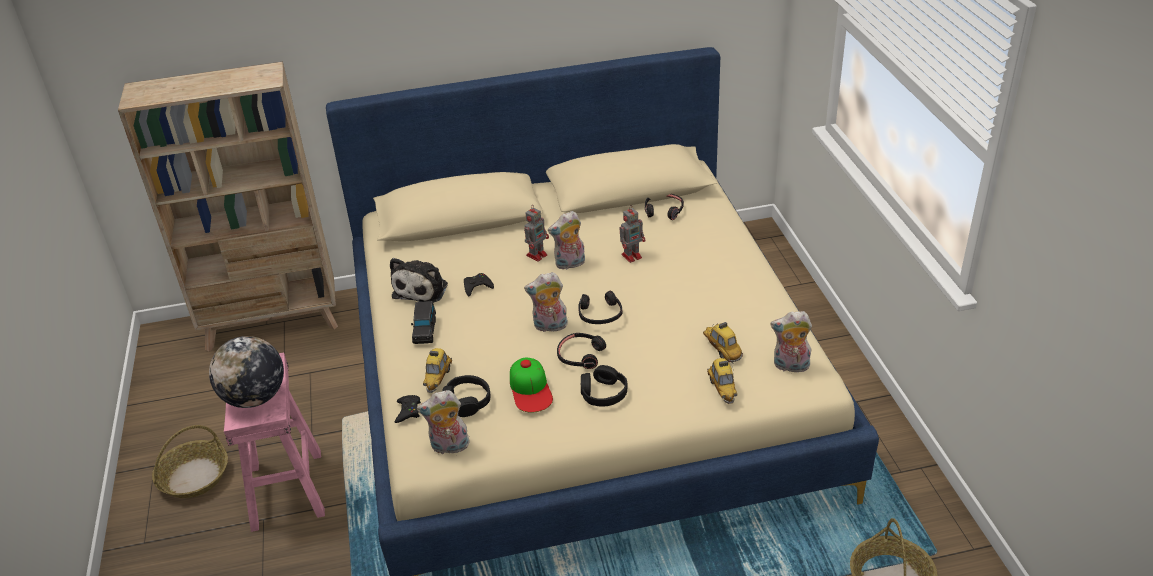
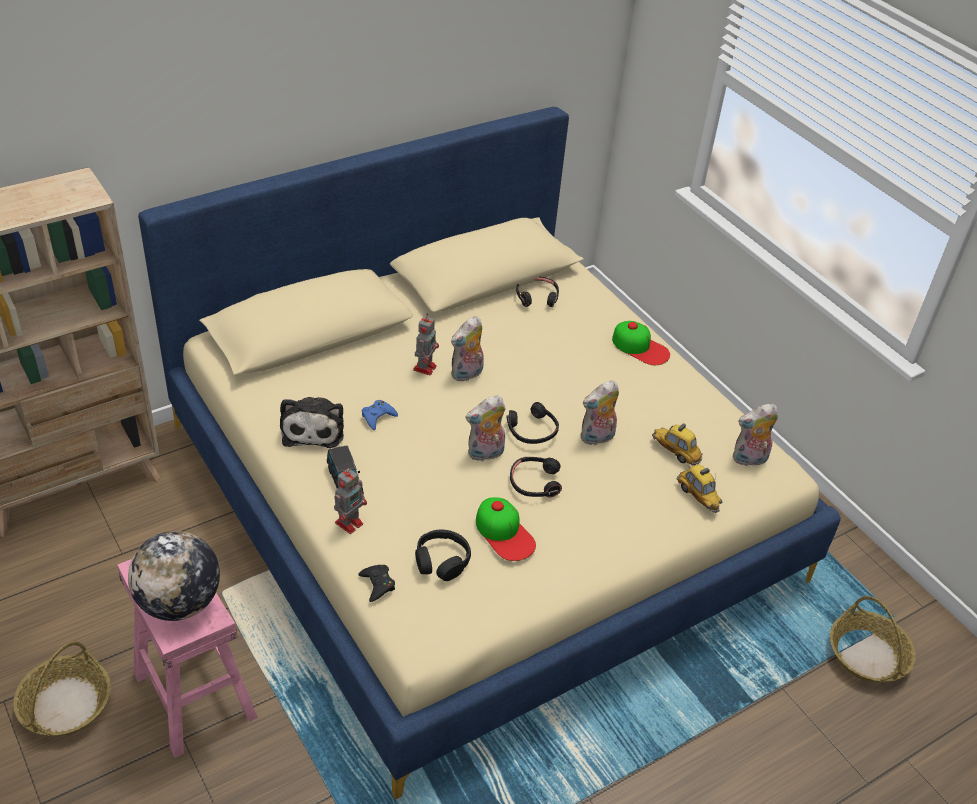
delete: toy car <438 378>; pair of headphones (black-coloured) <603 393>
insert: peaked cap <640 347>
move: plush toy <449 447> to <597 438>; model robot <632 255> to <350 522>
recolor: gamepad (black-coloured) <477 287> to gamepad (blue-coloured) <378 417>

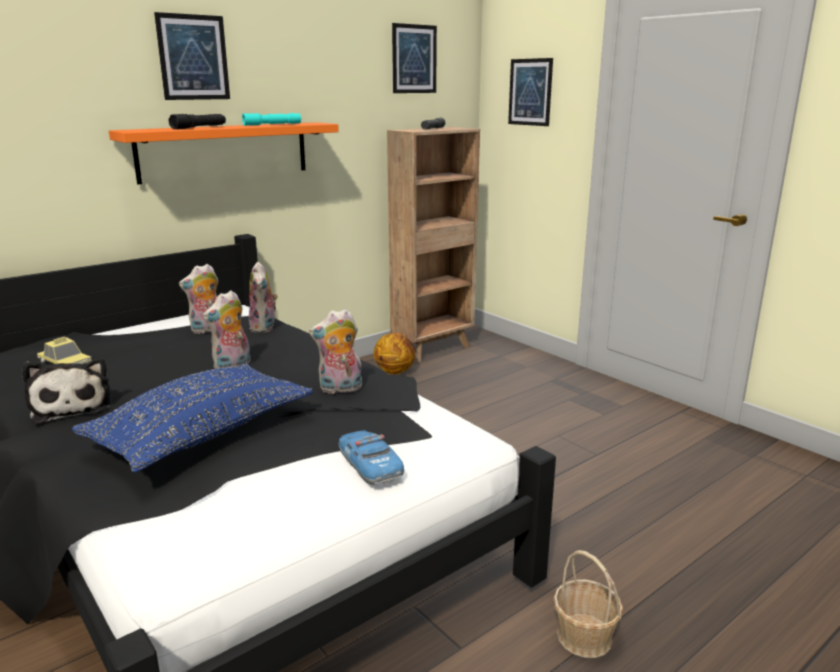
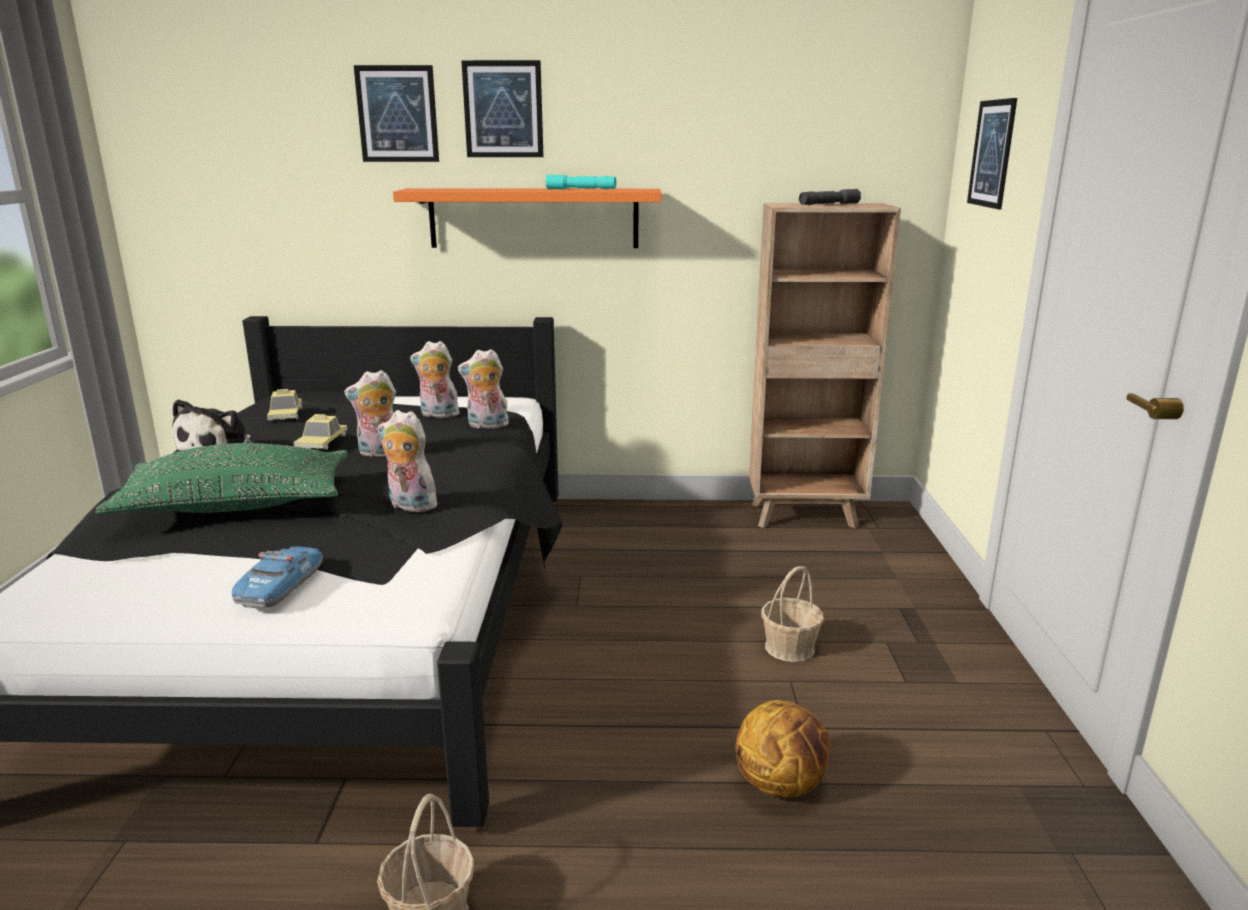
delete: torch (black-coloured) <199 127>
insert: toy car <321 442>; basket <790 648>
move: ball for basketball <395 371> to <781 784>; wall picture <414 59> to <397 114>
recolor: throw pillow (blue-coloured) <202 433> to throw pillow (green-coloured) <237 506>
rotate: plush toy <264 328> = <486 426> 60 degrees clockwise

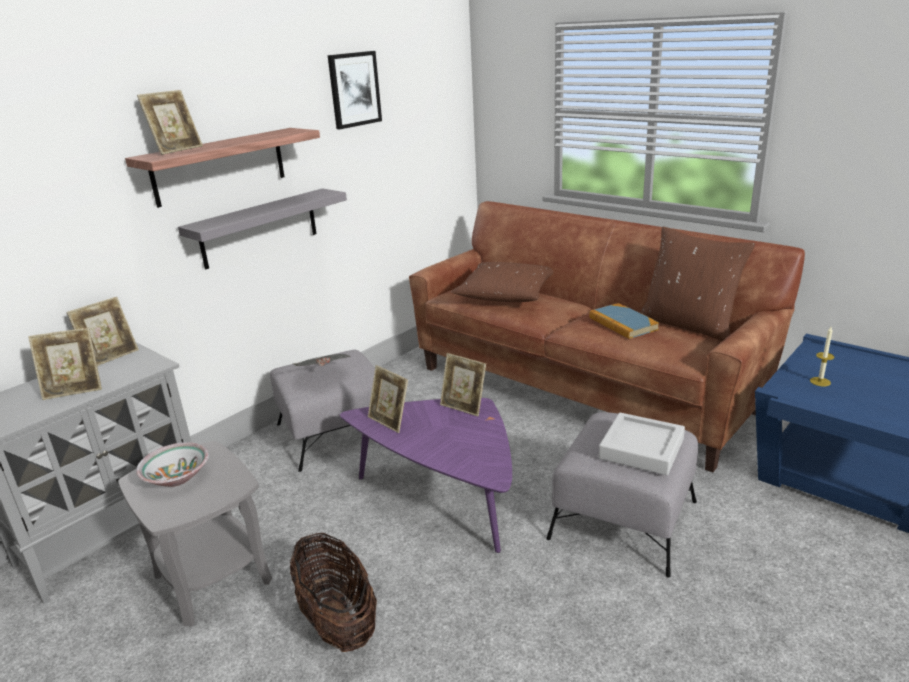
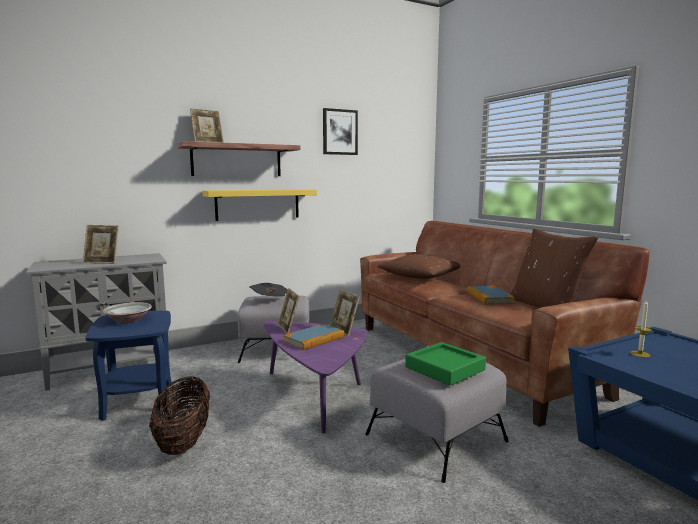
delete: photo frame <111 357>
insert: bound book <314 339>
recolor: side table (gray) <212 578> to side table (blue-coloured) <137 401>; wall shelf (gray) <259 228> to wall shelf (yellow-coloured) <258 204>; tray (gray) <641 449> to tray (green-coloured) <445 368>

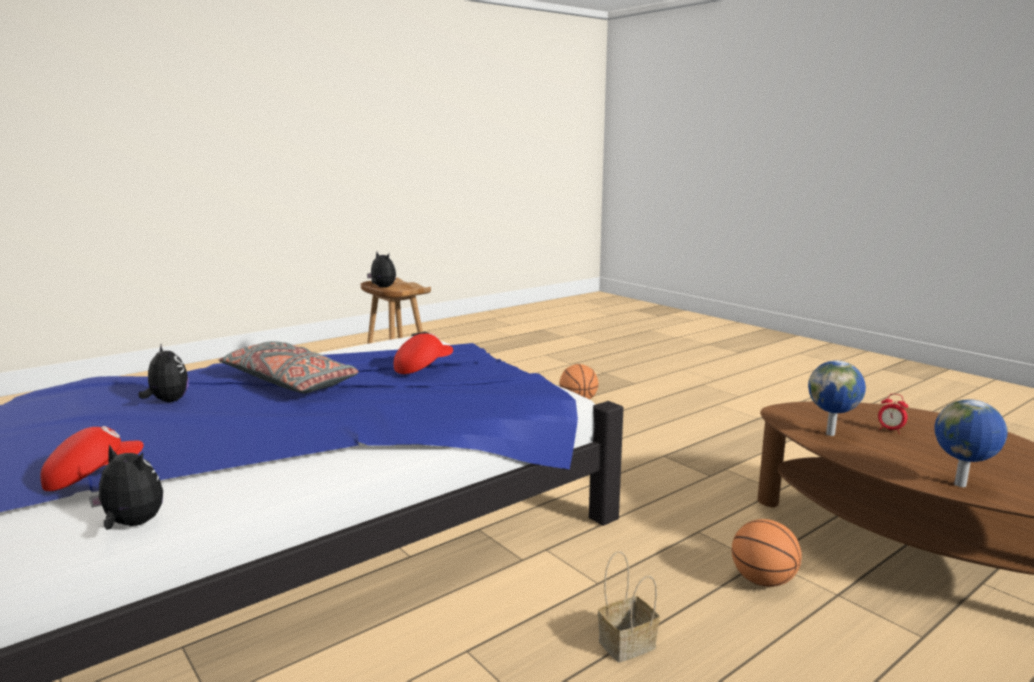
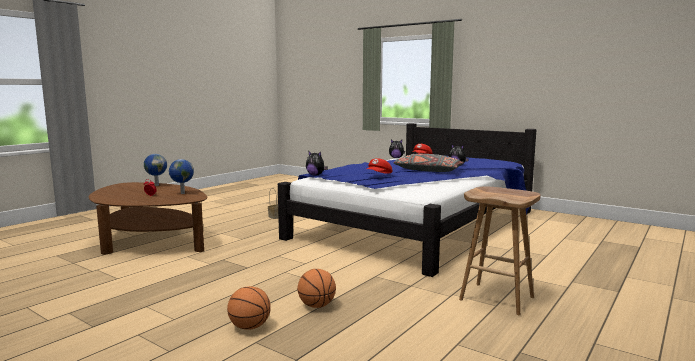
move: plush toy <382 287> to <315 175>; ball for basketball <763 581> to <249 327>

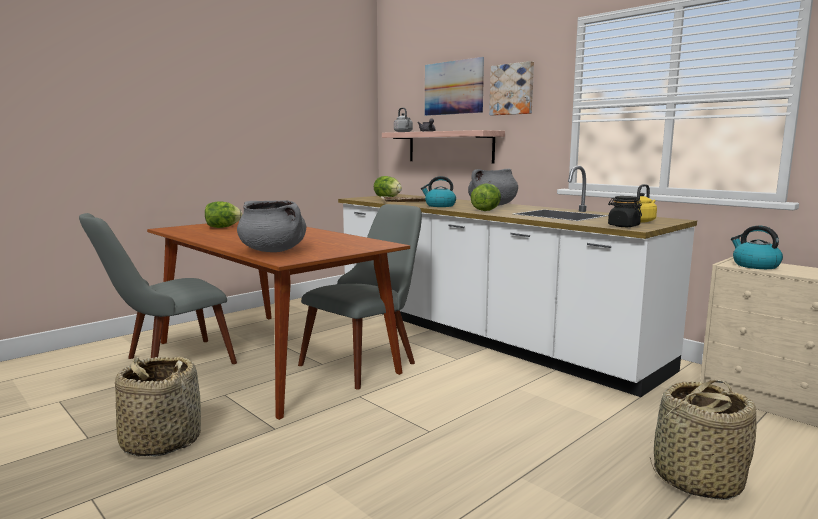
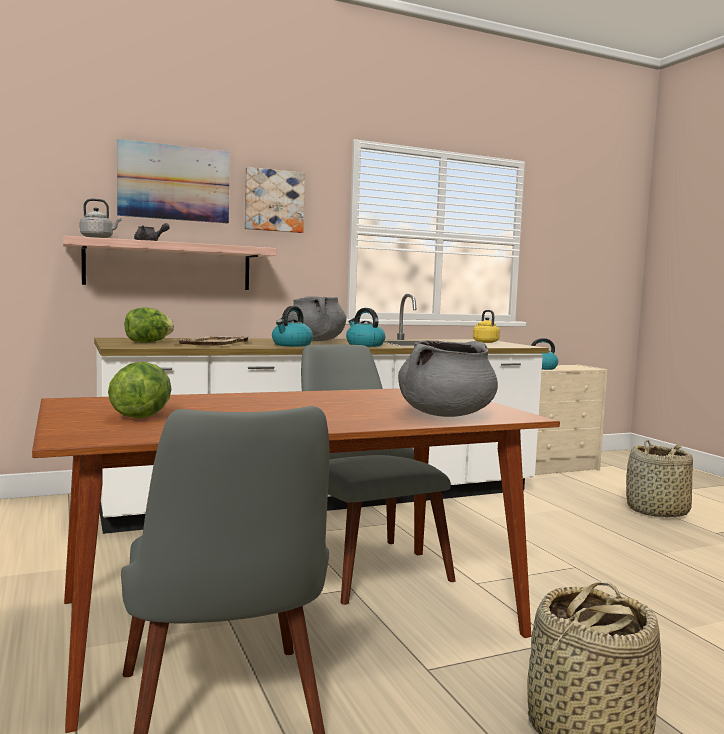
delete: storage jar (black-coloured) <623 226>
replace: head of lettuce <486 210> to kettle <364 345>

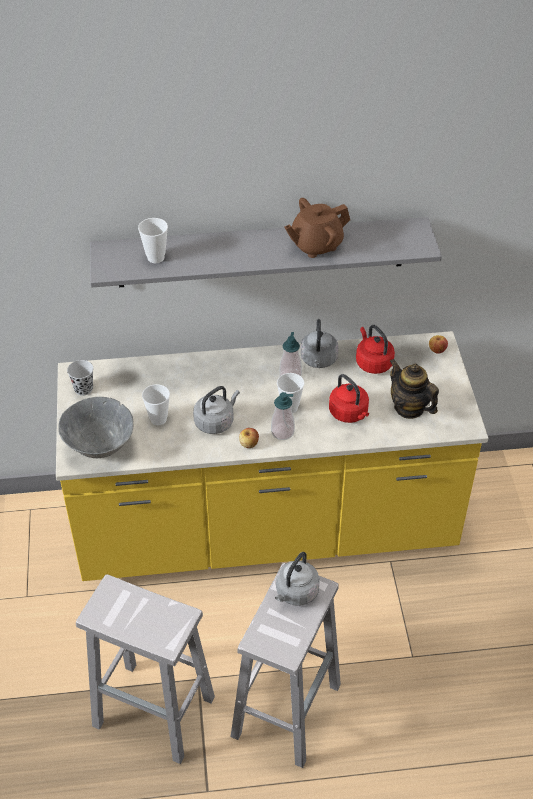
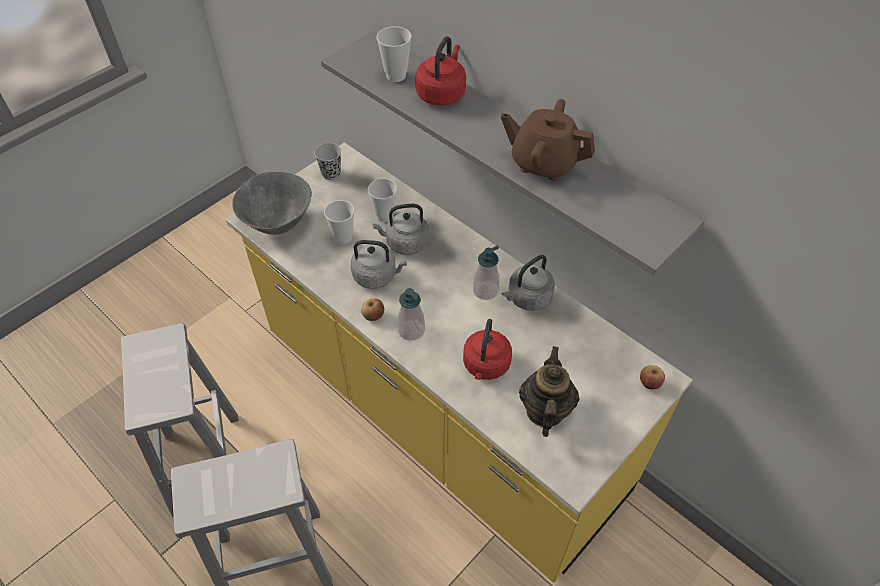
move: kettle (gray) <295 593> to <404 243>; drinking cup <290 407> to <384 216>; kettle (reddish) <372 362> to <442 93>

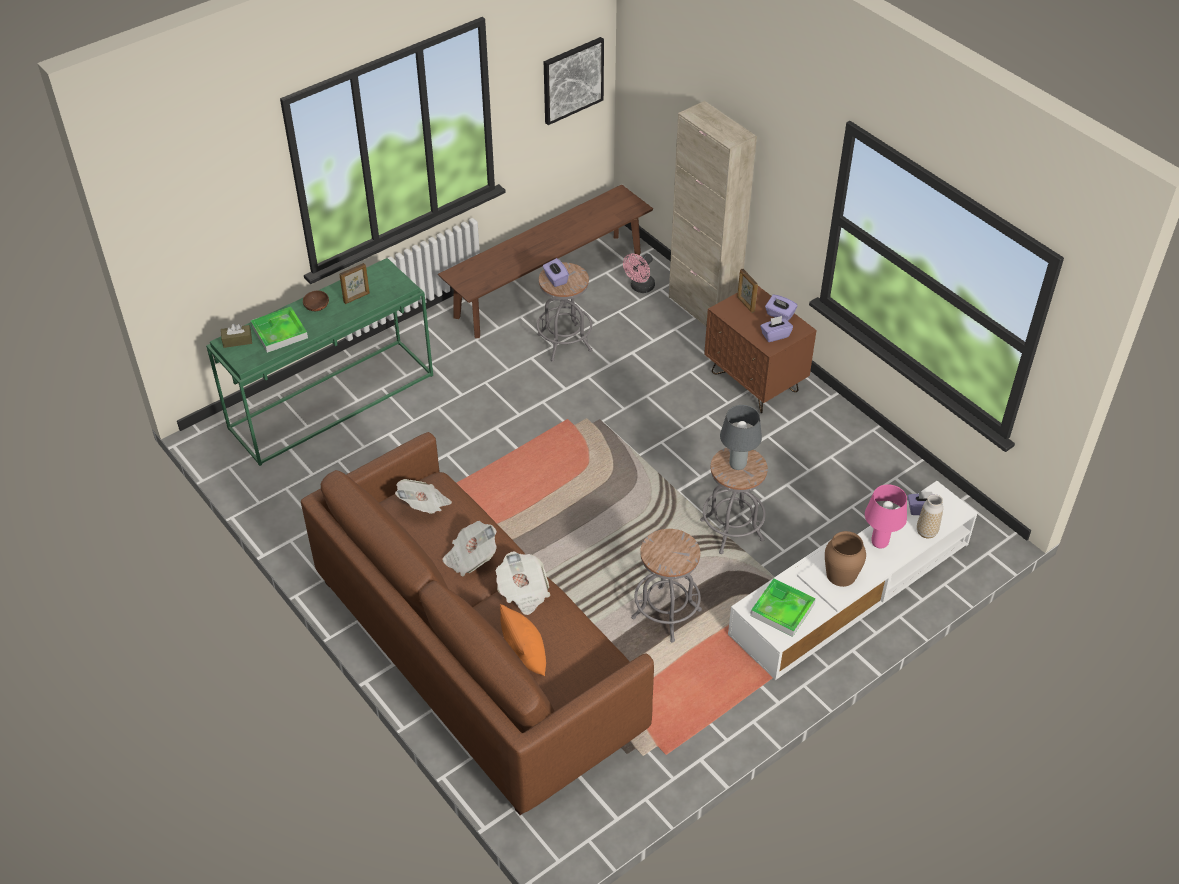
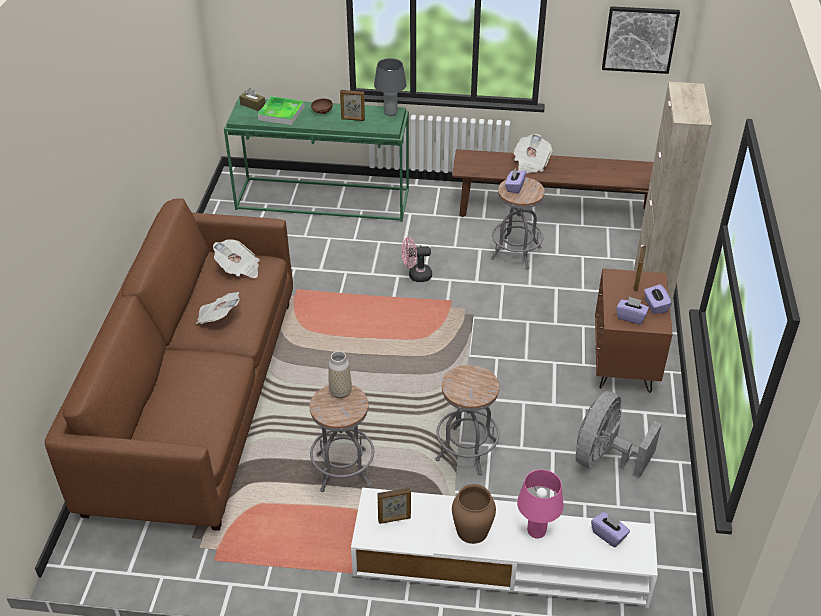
delete: throw pillow (orange-coloured) <524 655>
insert: cooling fan (gray) <604 457>
move: newspaper <523 592> to <530 163>; cooling fan (pinkish) <640 288> to <416 275>; lamp for a table (gray) <737 465> to <390 113>; decorative vase <926 532> to <340 392>
replace: tray <782 609> to photo frame <394 519>

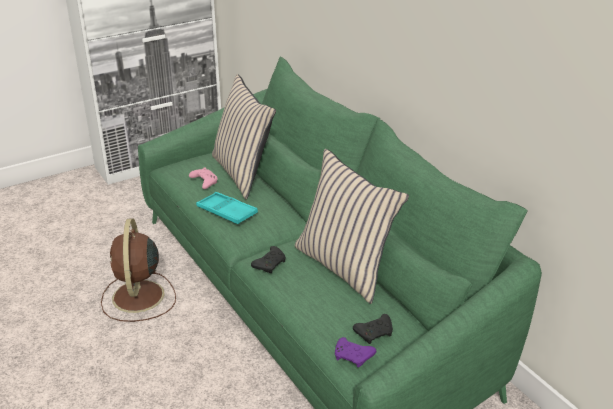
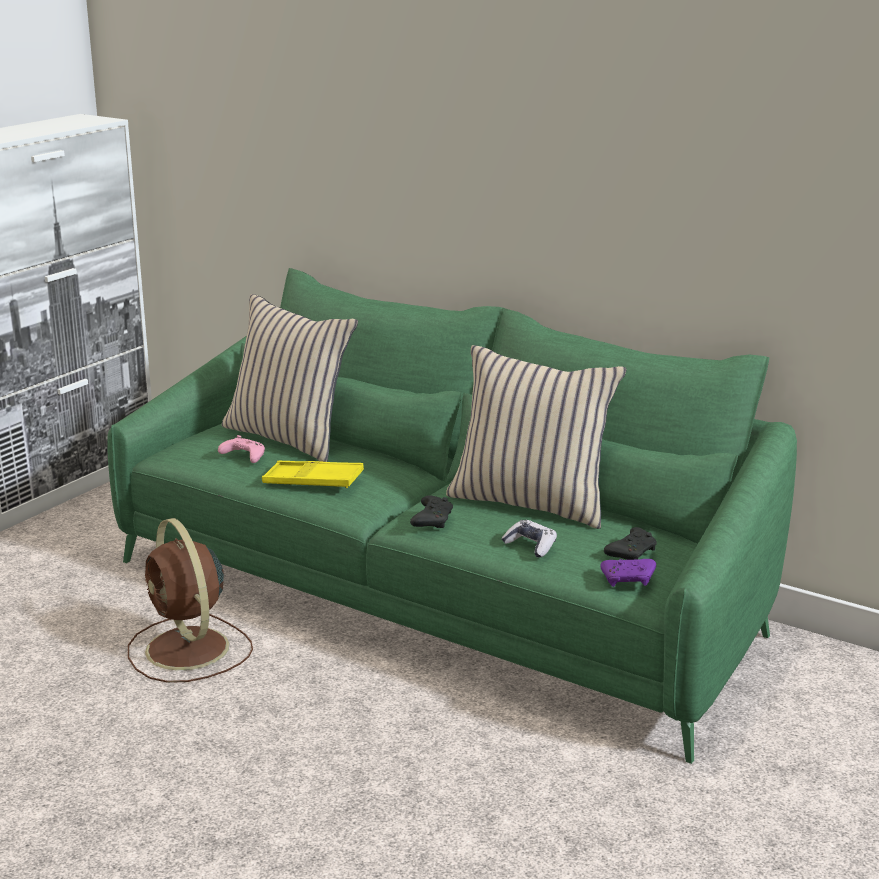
insert: gamepad <530 546>
recolor: tray (blue-green) <226 212> to tray (yellow-coloured) <313 481>

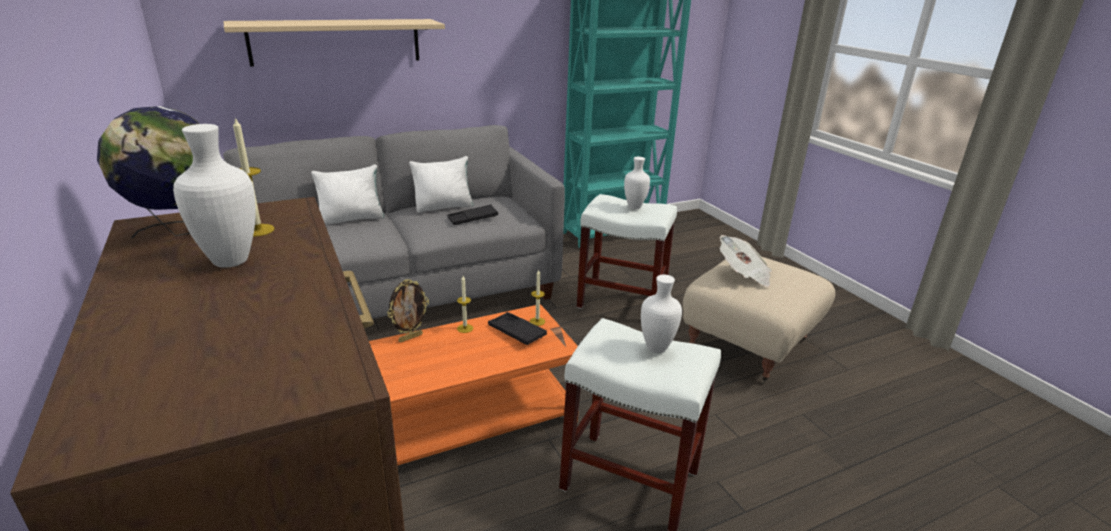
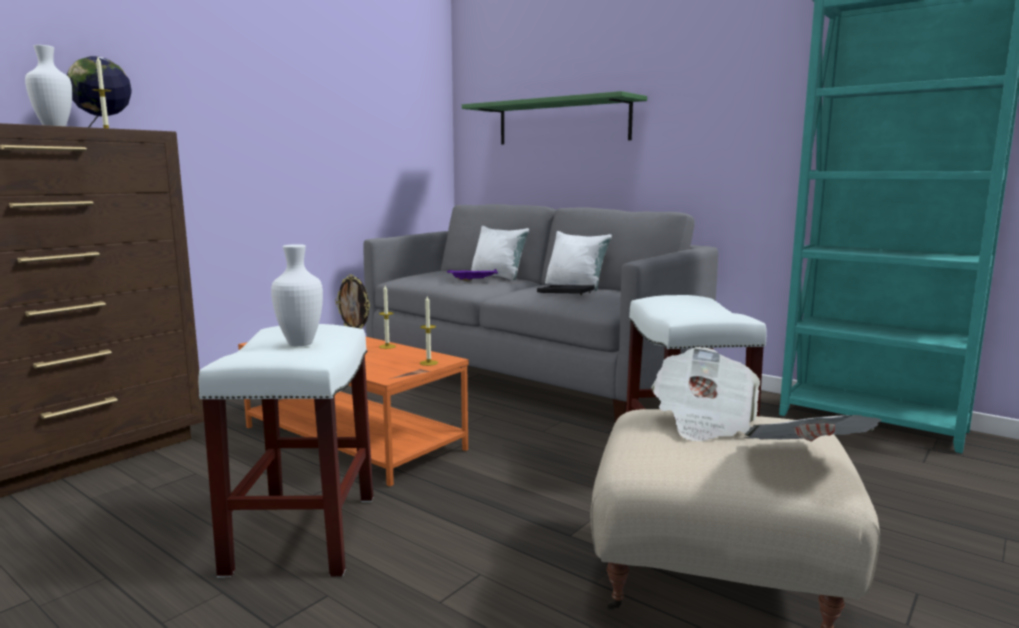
delete: tray (black-coloured) <516 332>; decorative vase (white-coloured) <633 207>
insert: tray (purplish) <473 281>; newspaper <805 461>
recolor: wall shelf (sand-coloured) <336 41> to wall shelf (green-coloured) <562 122>

